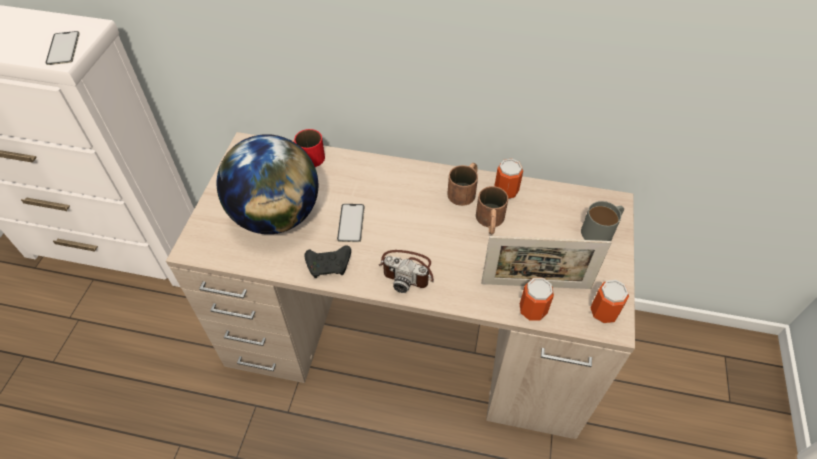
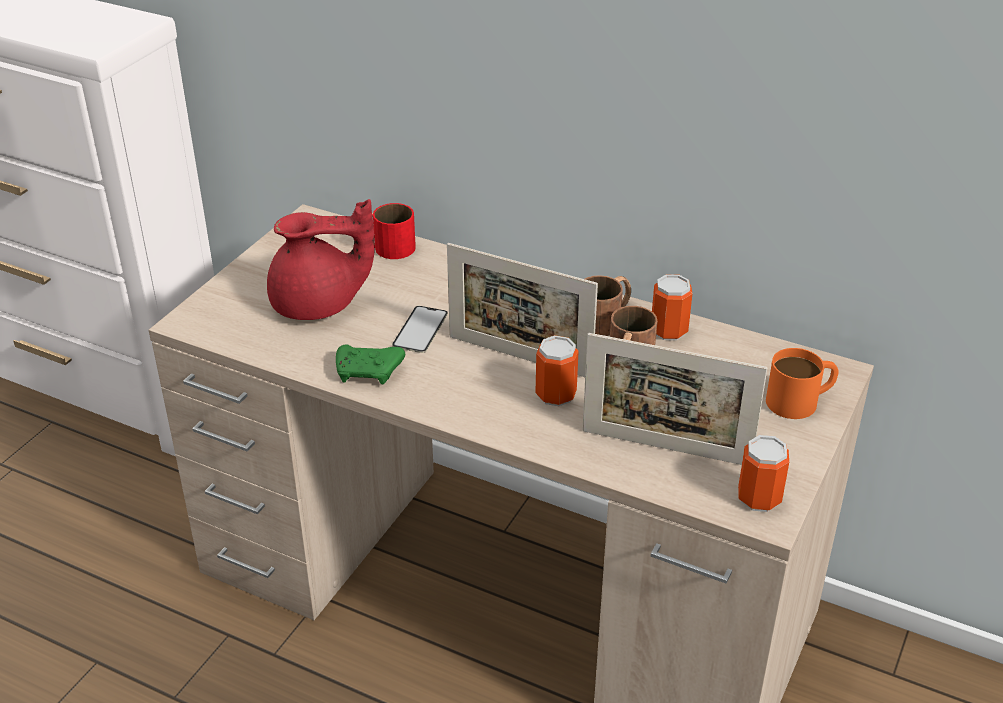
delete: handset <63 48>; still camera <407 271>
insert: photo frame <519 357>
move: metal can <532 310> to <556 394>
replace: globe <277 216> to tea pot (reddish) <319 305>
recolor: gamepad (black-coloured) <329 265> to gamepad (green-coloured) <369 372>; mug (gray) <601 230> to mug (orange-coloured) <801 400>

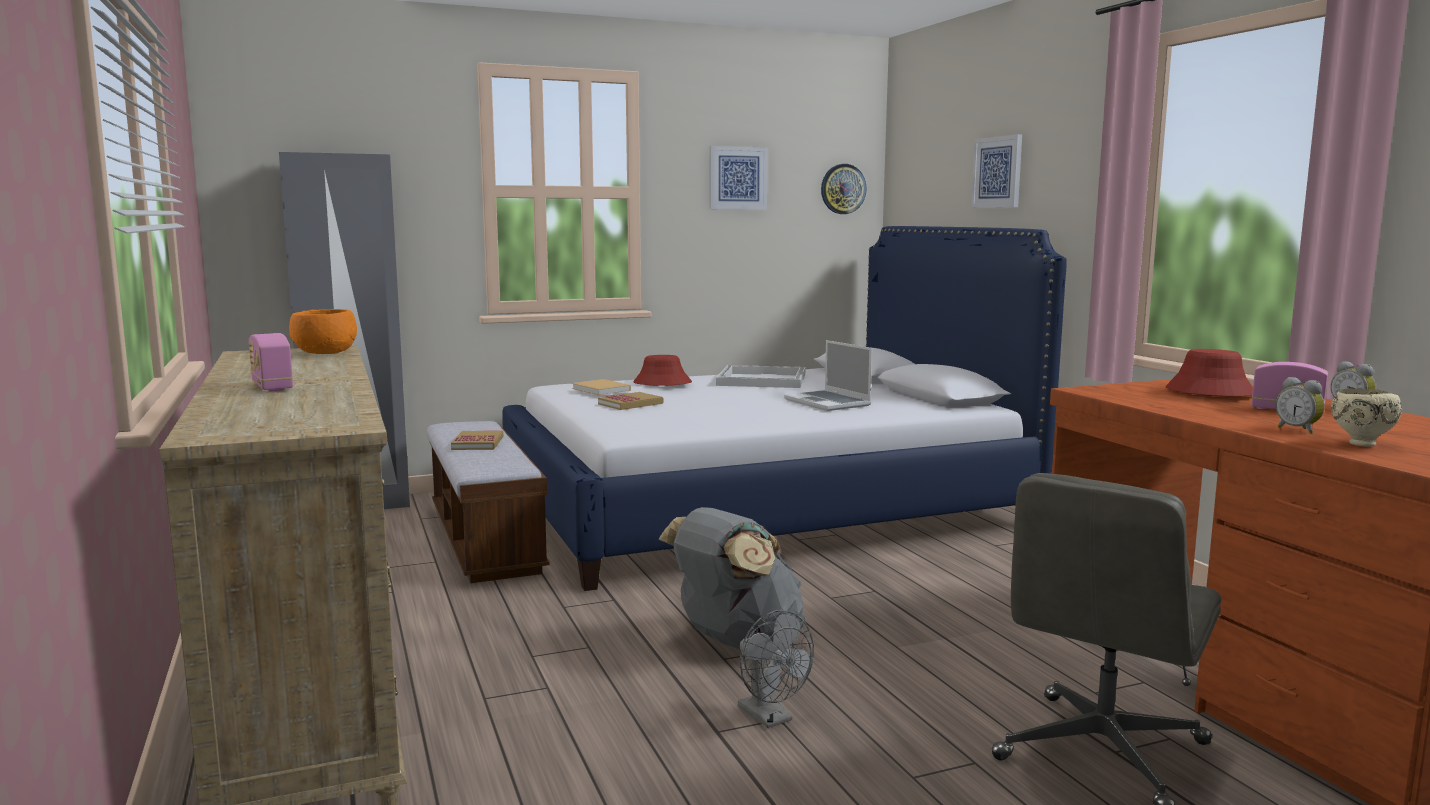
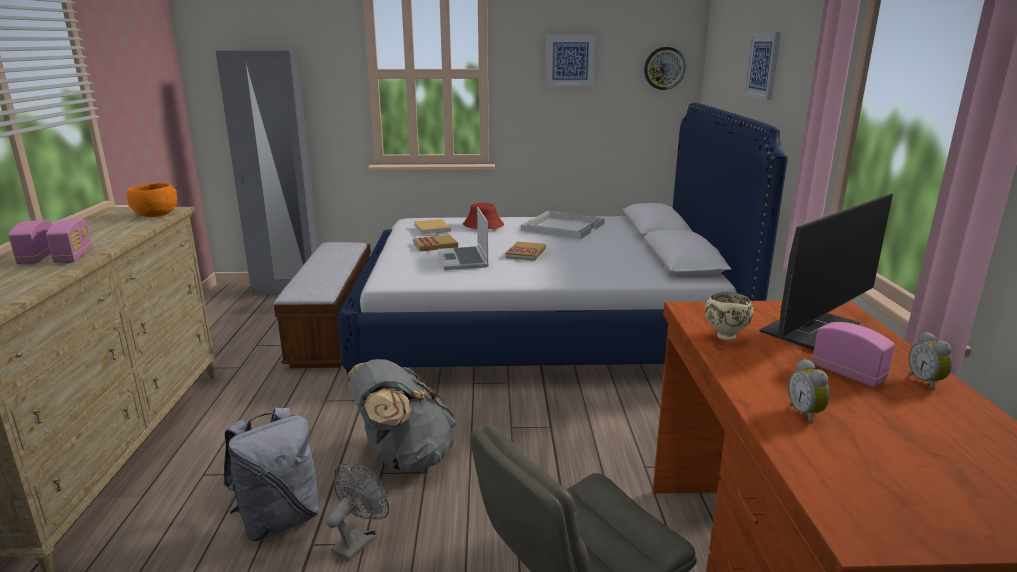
insert: radio set <74 257>; rucksack (gray) <279 520>
move: bound book <478 443> to <526 253>; notebook computer <828 403> to <464 260>; deep dish (sand-coloured) <1360 443> to <725 336>
replace: clothing hat (reddish) <1209 392> to monitor <810 329>
rotate: cooling fan (gray) <770 718> = <359 540> 135 degrees counterclockwise

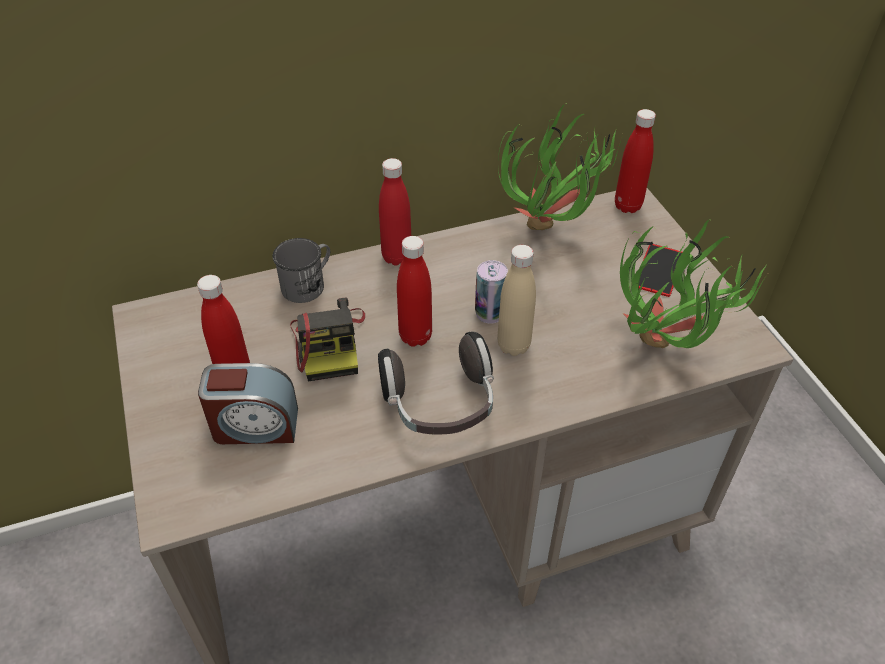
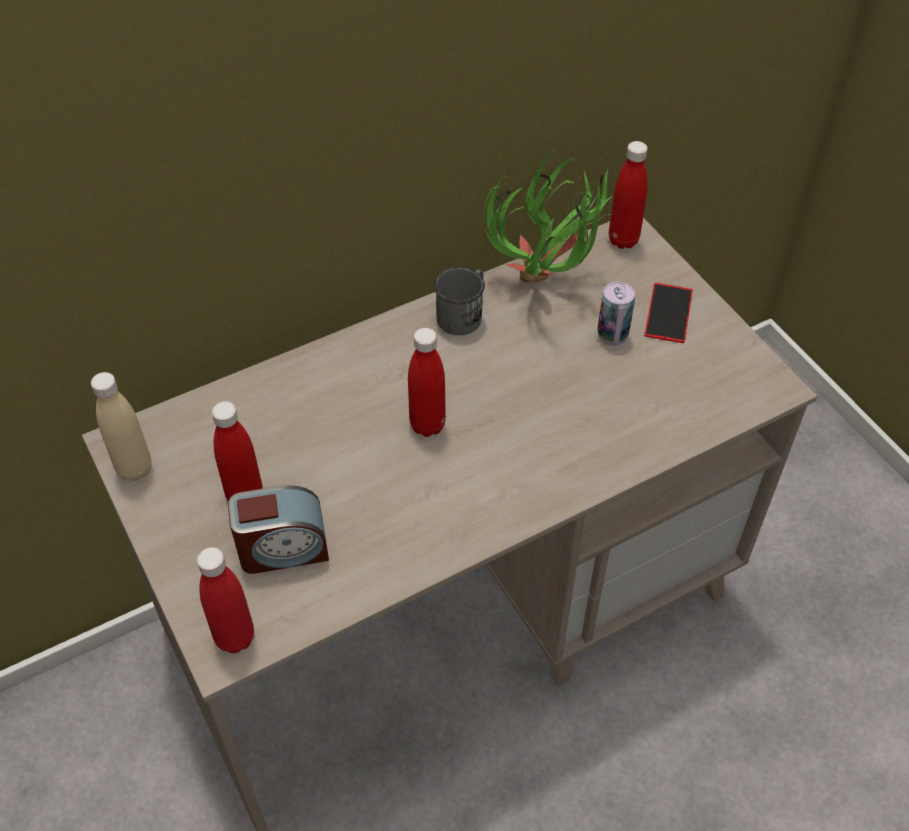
delete: still camera <329 344>; pair of headphones <440 405>; potted plant <663 355>
move: mug (gray) <308 284> to <463 314>; bottle (reddish) <397 257> to <235 637>; metal can <489 313> to <612 335>; bottle (sand-coloured) <513 345> to <134 468>

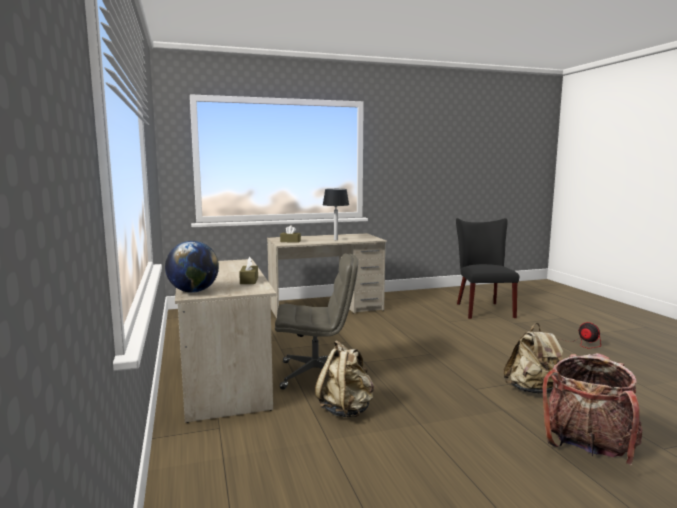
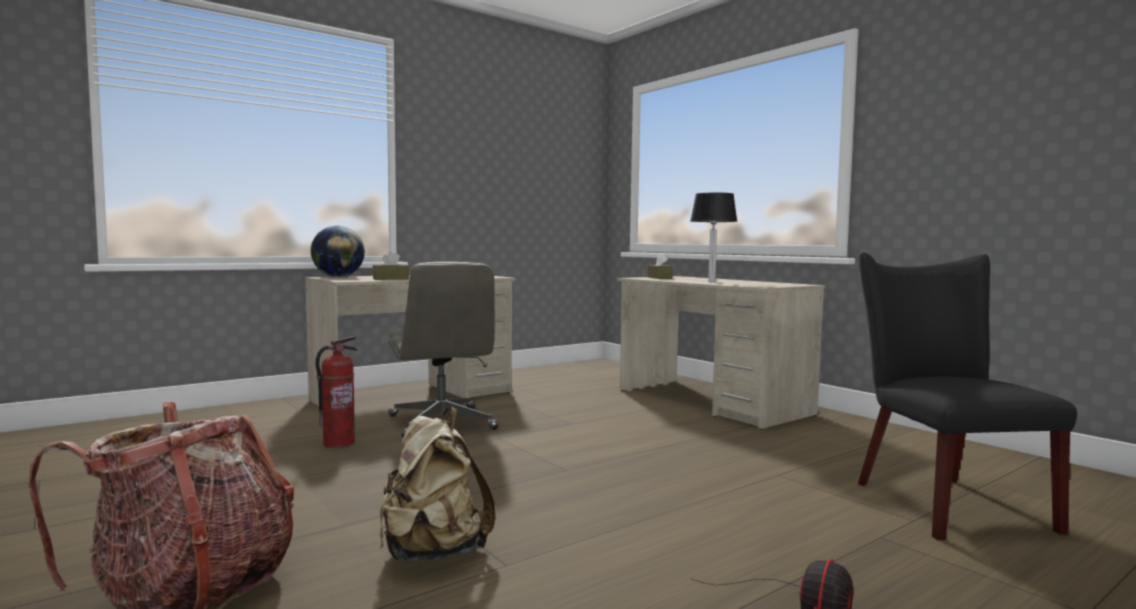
replace: rucksack (sand-coloured) <346 410> to extinguisher <339 443>
rotate: plain chair (black-coloured) <482 309> = <940 501> 75 degrees counterclockwise

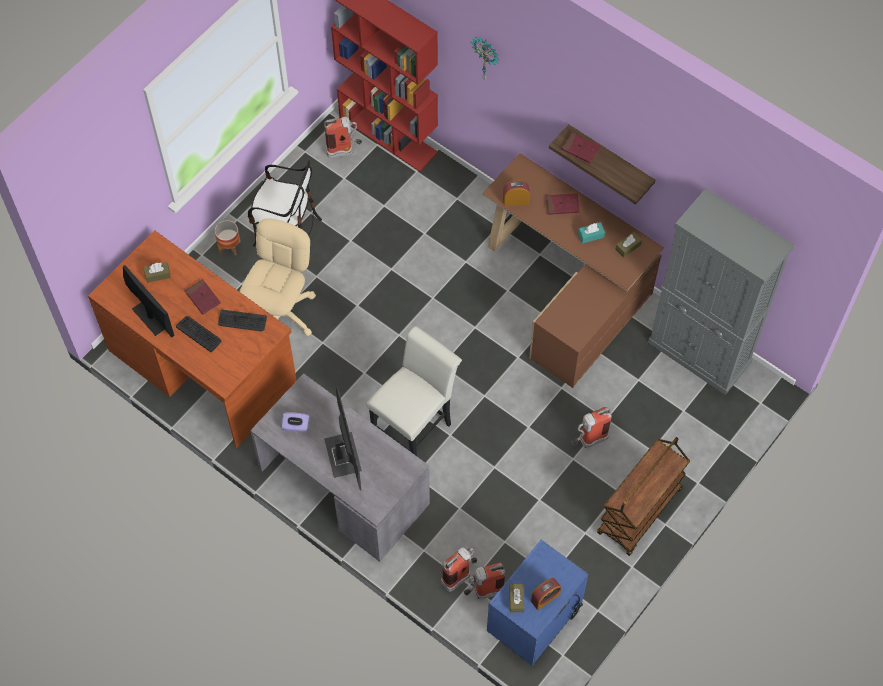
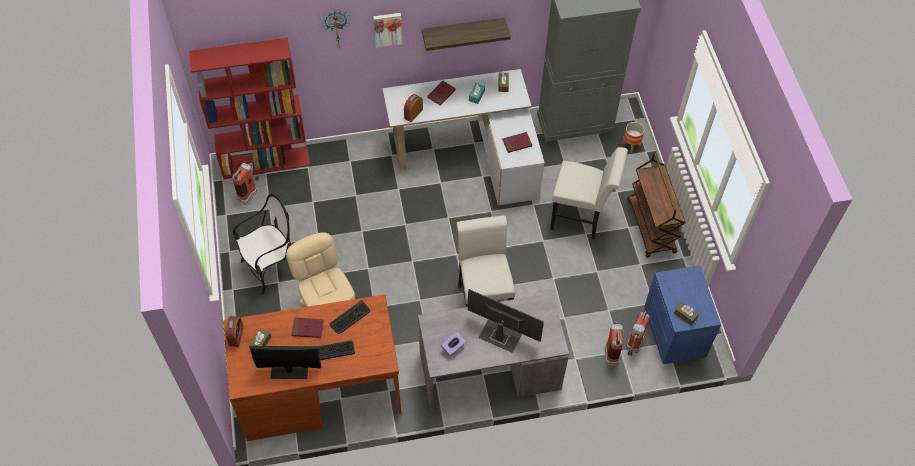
insert: wall picture <387 28>
move: flower pot <230 247> to <631 144>; bedside clock <545 597> to <236 336>; bound book (reddish) <580 149> to <517 143>
replace: extinguisher <588 441> to plain chair (white-coloured) <581 217>
recolor: desk unit (brown) <568 291> to desk unit (white-coloured) <472 153>

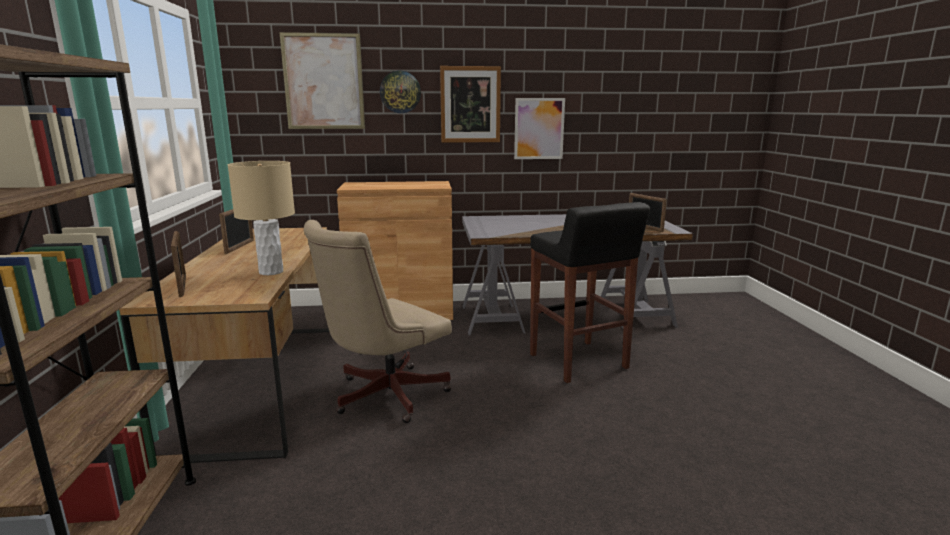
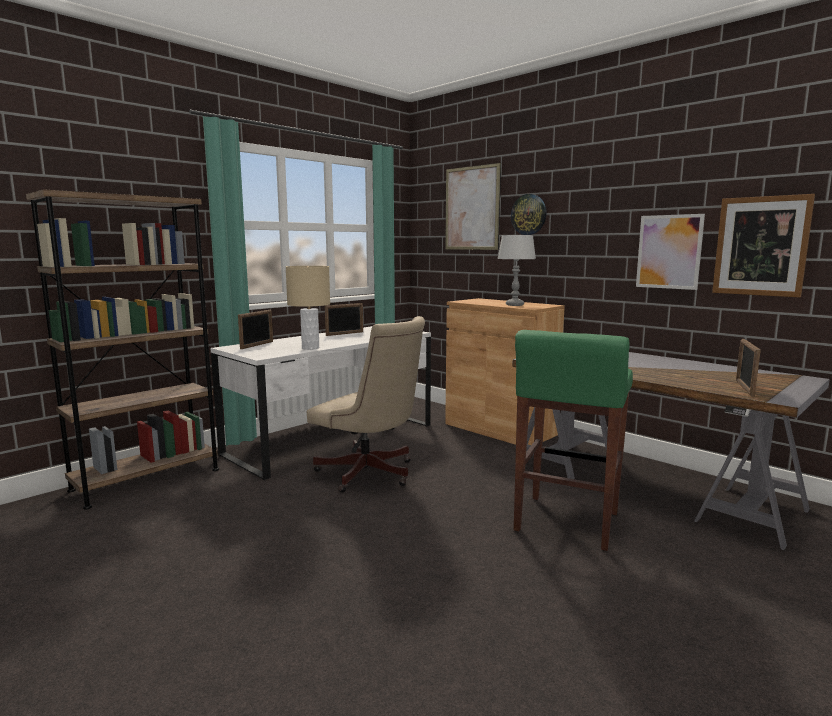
insert: lamp for a table (gray) <515 305>
move: wall picture <470 104> to <760 246>
recolor: desk unit (brown) <264 382> to desk unit (white-coloured) <332 439>; sitting stool (black-coloured) <579 362> to sitting stool (green-coloured) <566 523>
rotate: office chair (sand-coloured) <383 396> = <370 475> 150 degrees counterclockwise

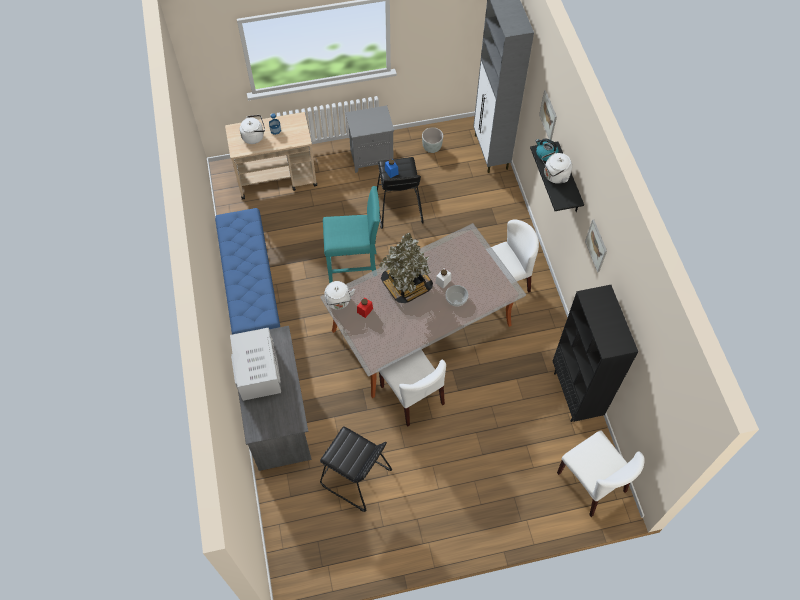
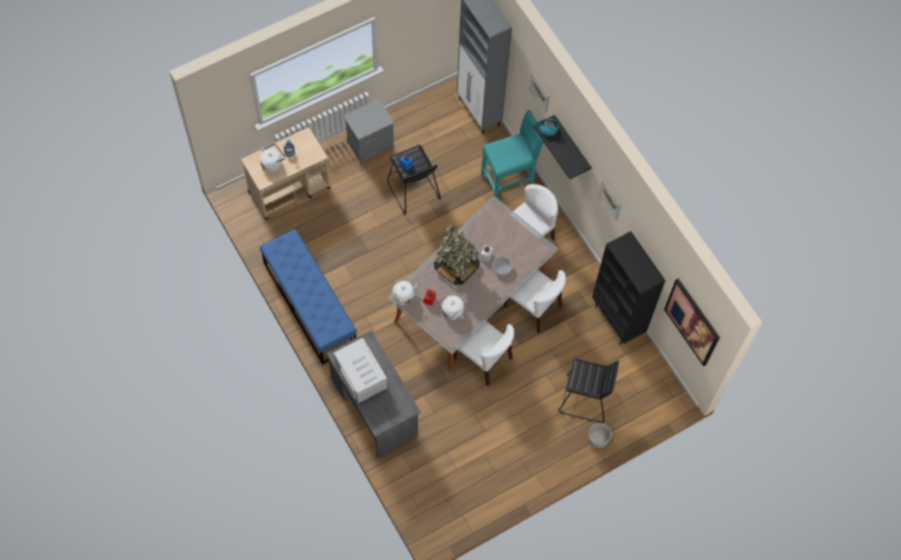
insert: wall picture <692 322>
move: sitting stool (black-coloured) <355 478> to <585 399>; sitting stool (blue-green) <355 269> to <509 182>; flower pot (gray) <432 147> to <597 439>; kettle (white-coloured) <554 176> to <451 312>; plain chair (white-coloured) <592 482> to <533 306>

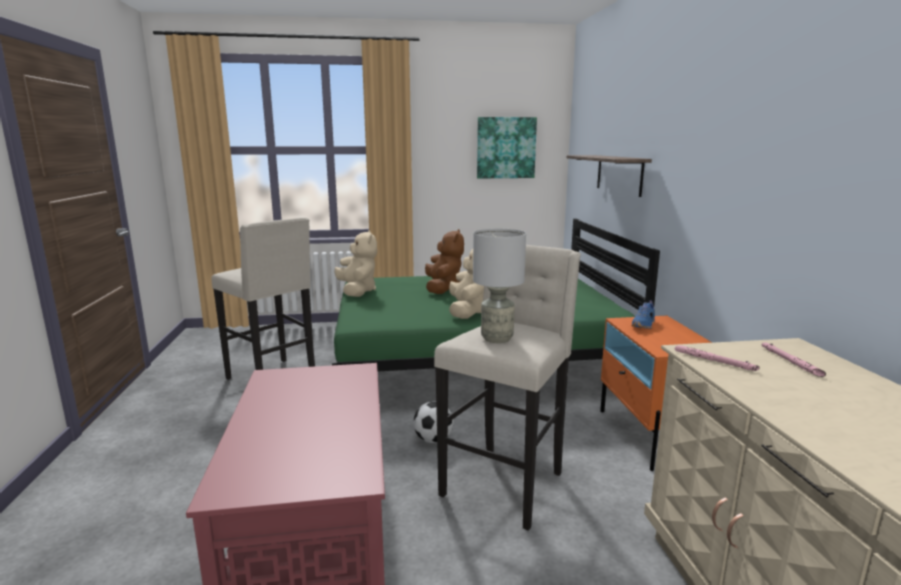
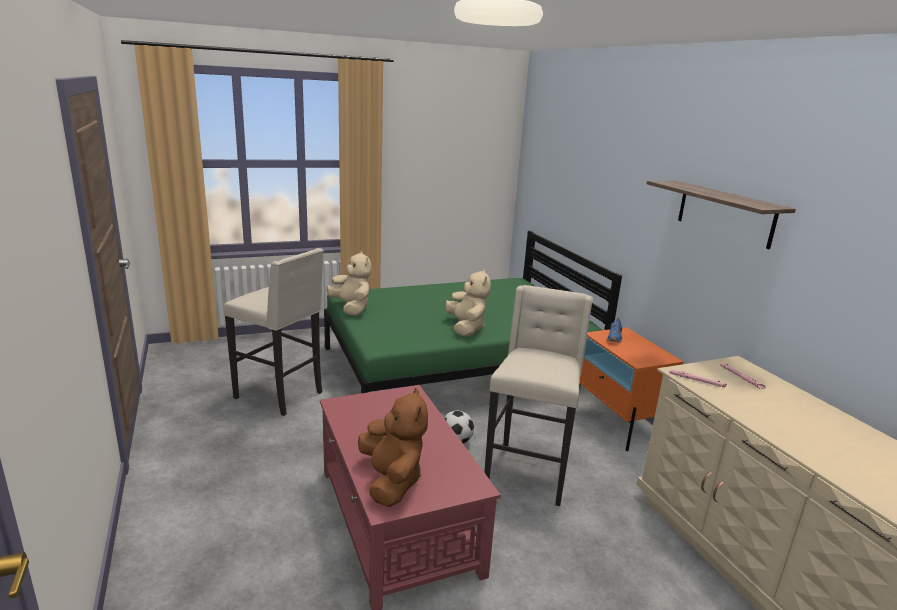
delete: lamp for a table (gray) <497 338>; wall picture <506 148>
move: plush toy (brown) <443 289> to <391 481>; wall shelf <619 174> to <725 213>

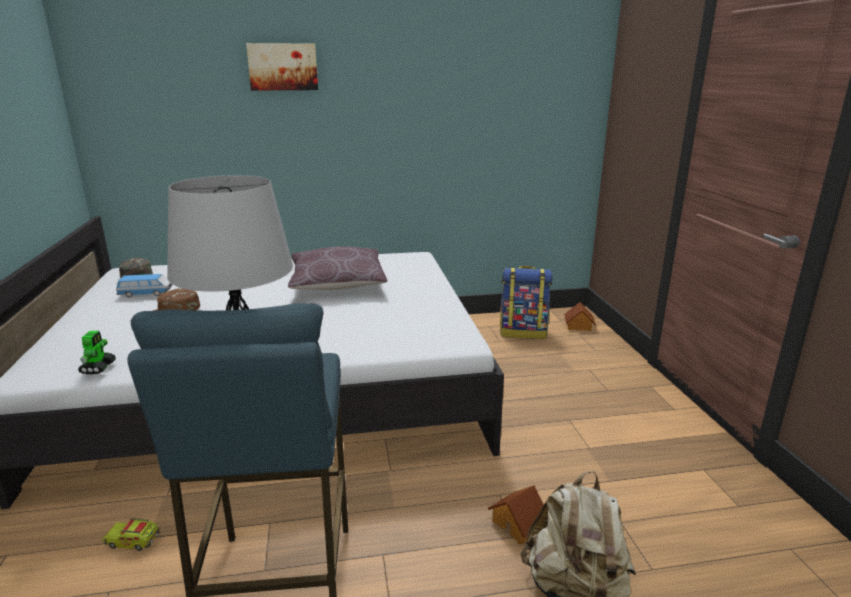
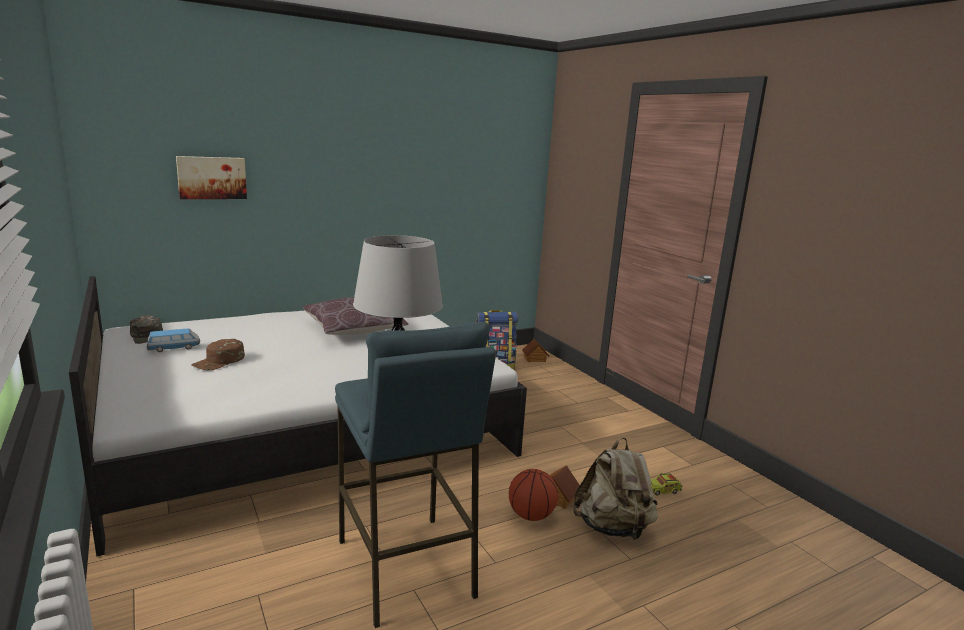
delete: model robot <98 367>
insert: ball for basketball <530 516>
move: model truck <133 541> to <662 490>; wall picture <283 67> to <212 177>

